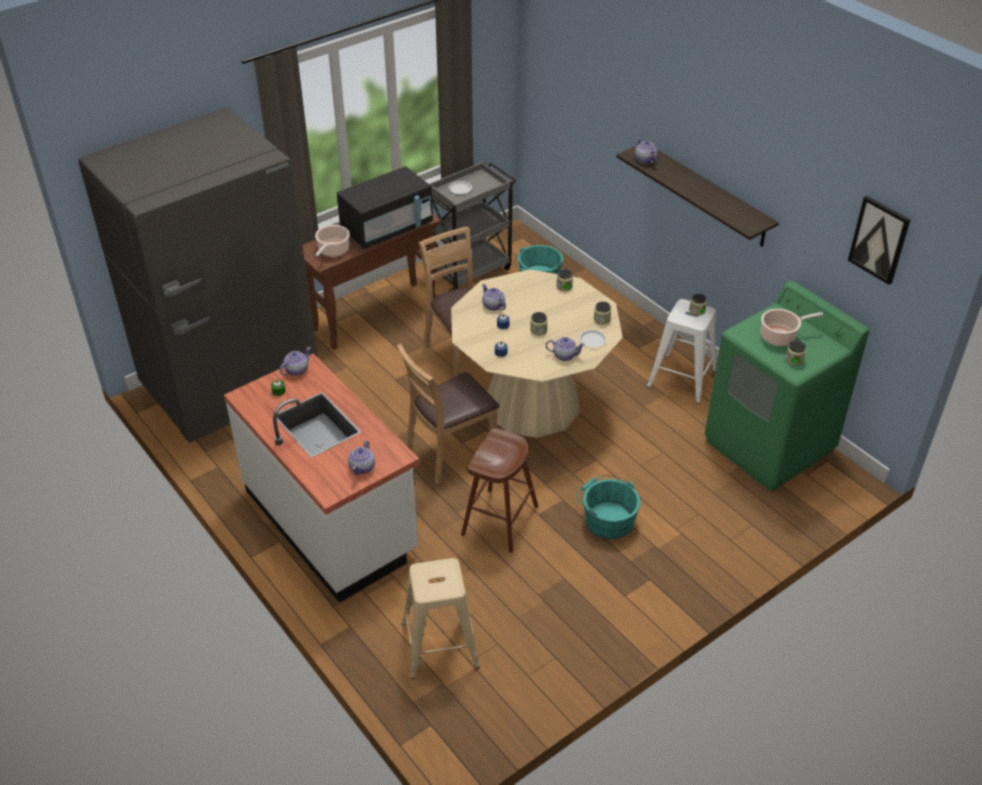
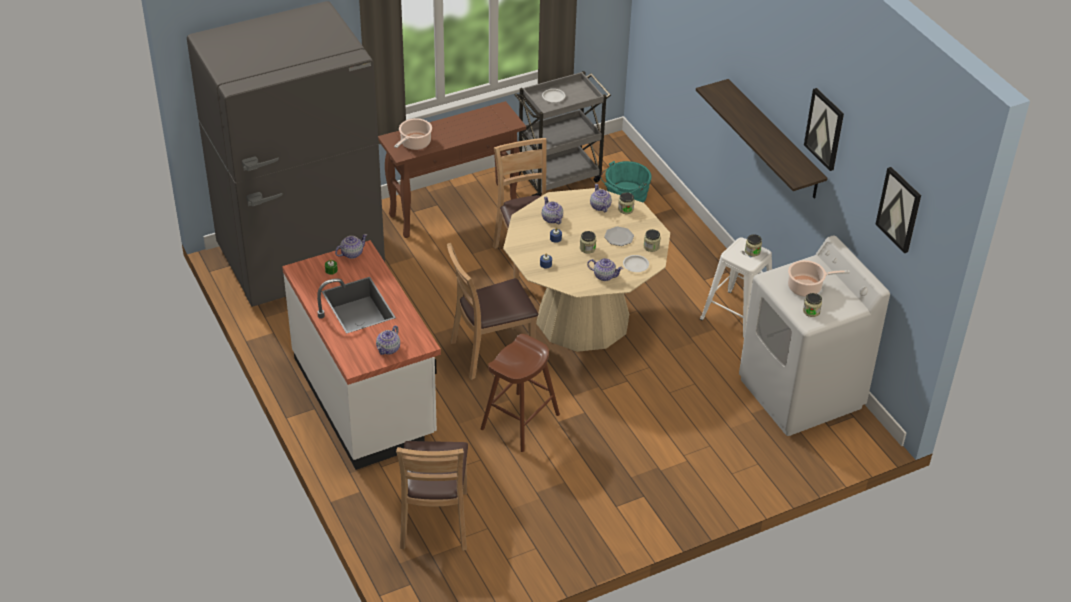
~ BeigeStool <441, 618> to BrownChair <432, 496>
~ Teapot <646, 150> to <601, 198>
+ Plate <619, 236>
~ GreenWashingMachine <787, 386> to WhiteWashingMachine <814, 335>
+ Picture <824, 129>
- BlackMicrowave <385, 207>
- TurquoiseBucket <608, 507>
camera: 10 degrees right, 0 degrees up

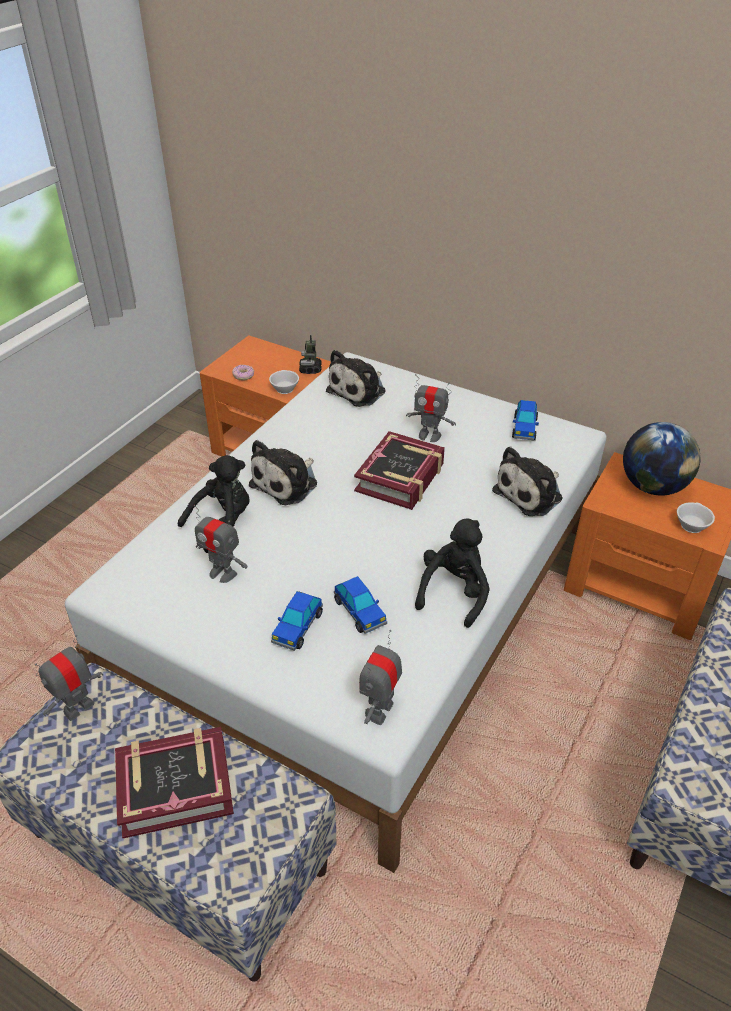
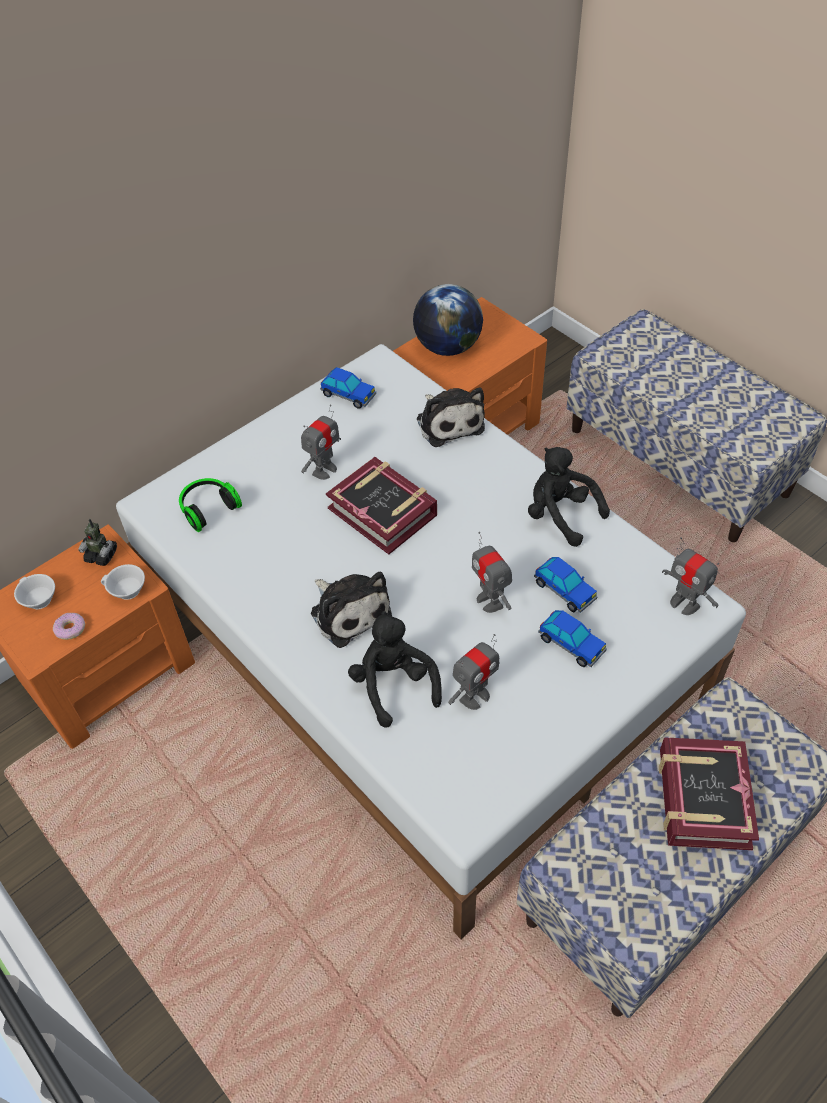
~ WhiteCup <696, 517> to <34, 591>
~ PlushToy <356, 378> to Headphones <210, 505>
~ ToyRobot <69, 678> to <492, 572>
~ ToyCar <360, 605> = <566, 585> 60 degrees clockwise
camera: 70 degrees left, 10 degrees up

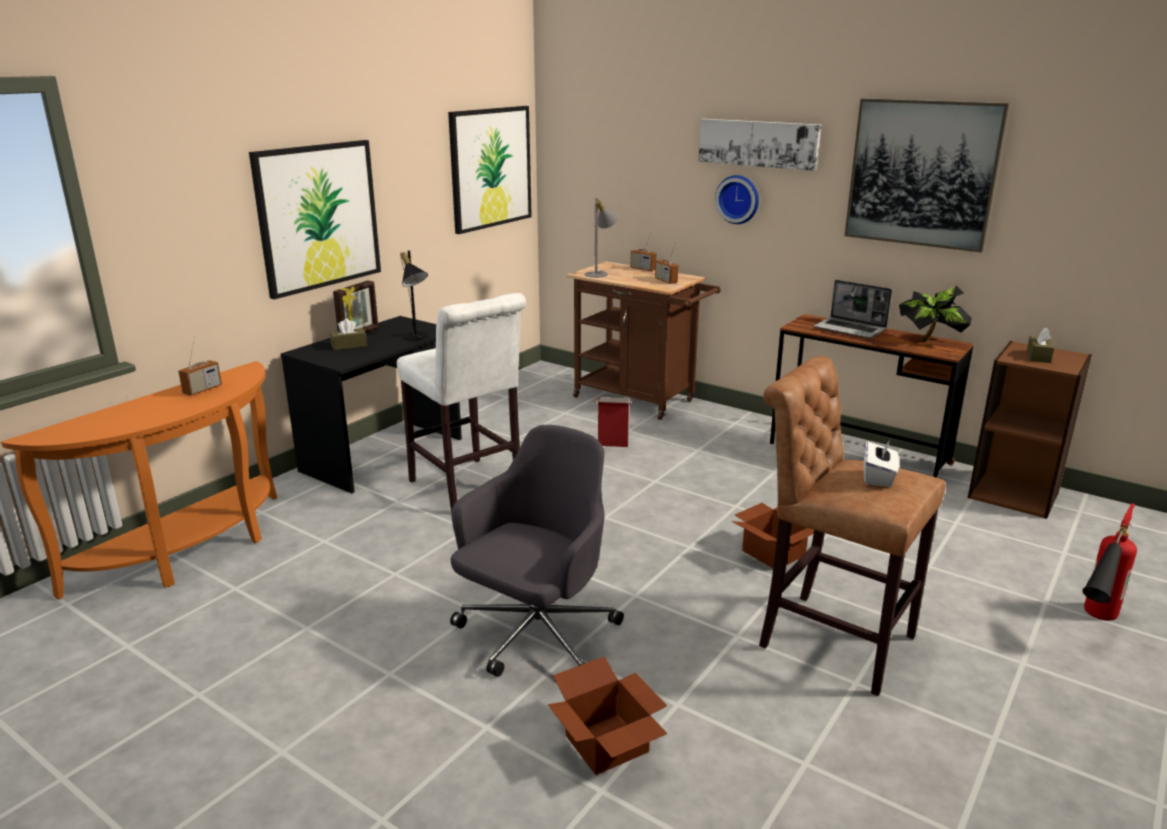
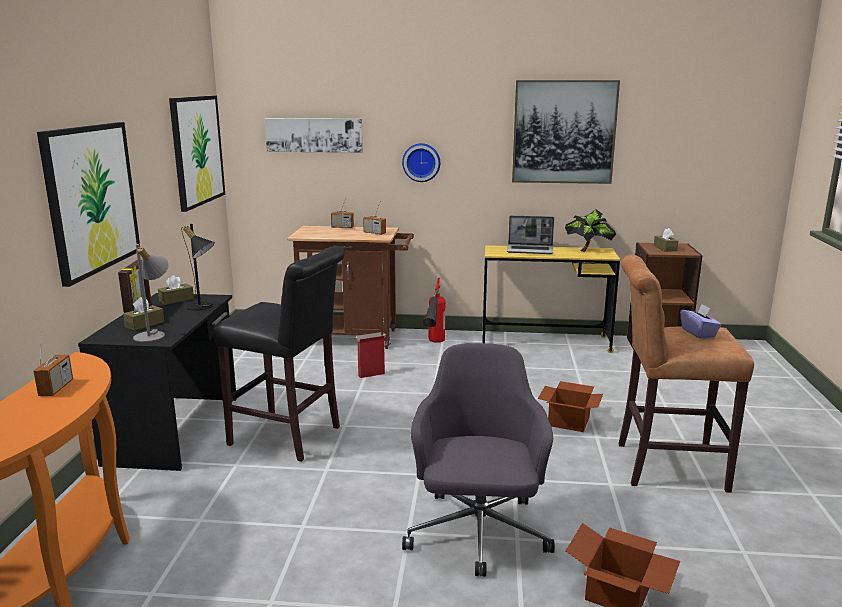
~ GreyTableLamp <602, 238> to <151, 293>
+ BrownTissueBox <176, 290>
~ WhiteStool <461, 403> to BlackStool <279, 354>
~ Picture <759, 145> to <314, 135>
~ FireExtinguisher <1109, 562> to <434, 310>
~ BrownDesk <872, 396> to YellowDesk <551, 299>
~ WhiteTissueBox <881, 464> to PurpleTissueBox <701, 321>
camera: 30 degrees left, 5 degrees down

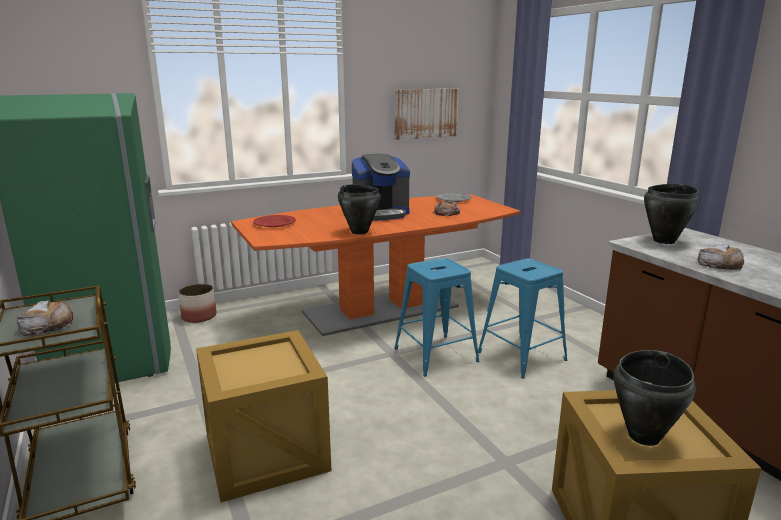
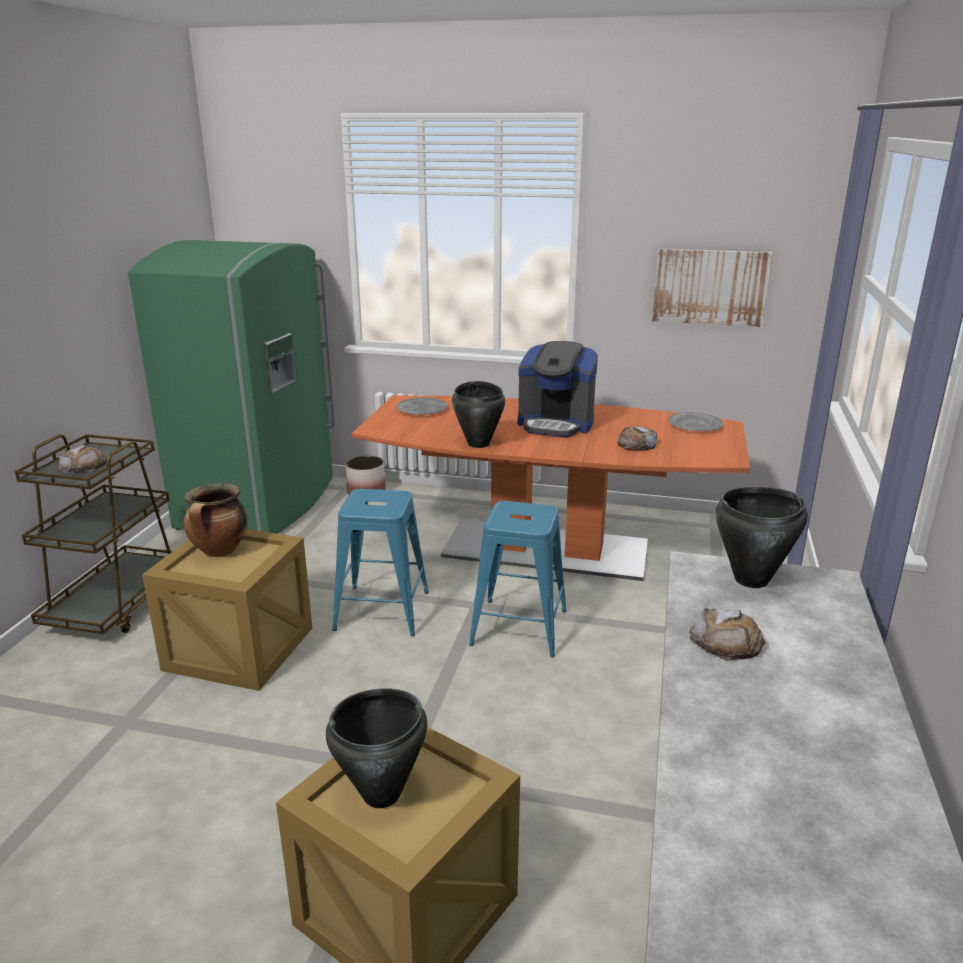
+ CookingPot <215, 520>
~ BlueStool <522, 319> to <380, 562>
~ RedPlate <274, 221> to GreyPlate <422, 406>
camera: 40 degrees right, 5 degrees up

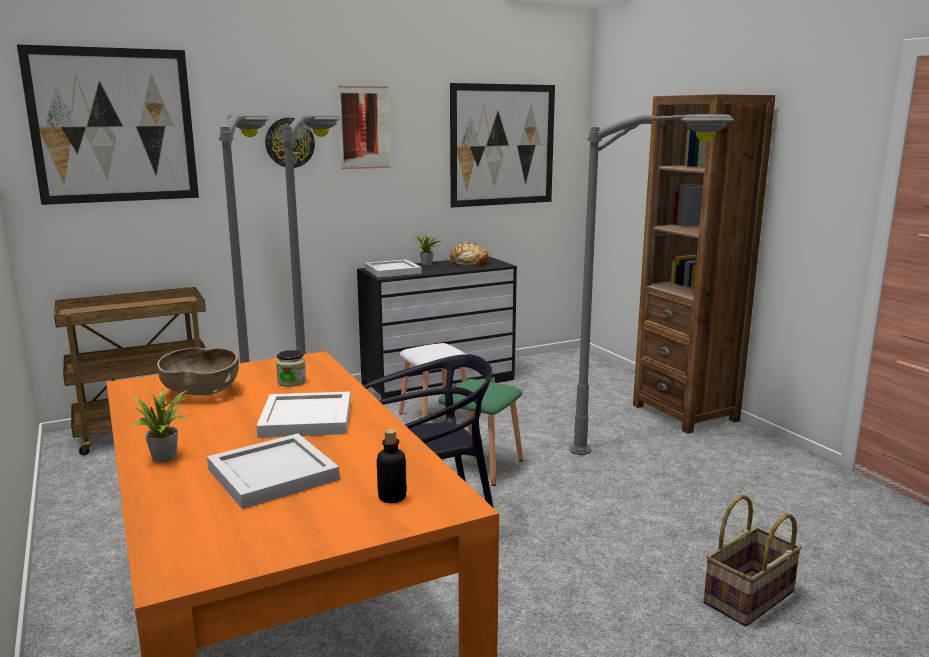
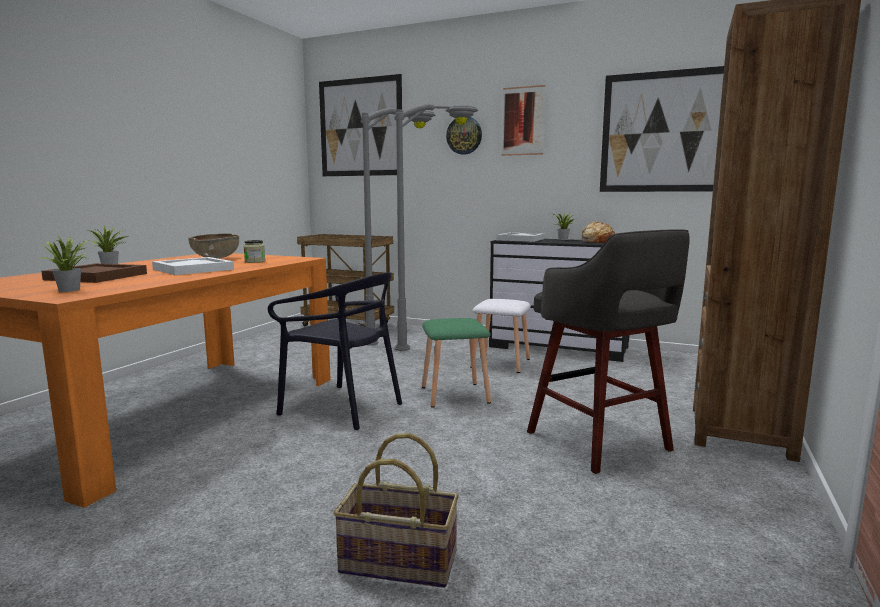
~ Bottle <392, 466> to PottedPlant <65, 264>
~ WhiteTray <273, 471> to BrownTray <94, 273>
~ GreyFloorLamp <651, 284> to GreyStool <608, 351>
camera: 50 degrees right, 5 degrees down

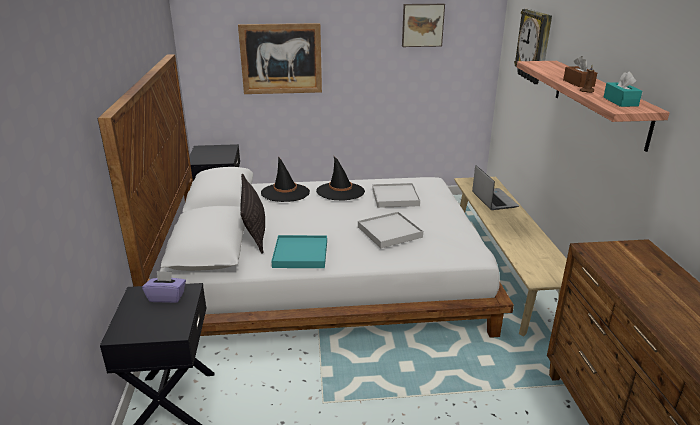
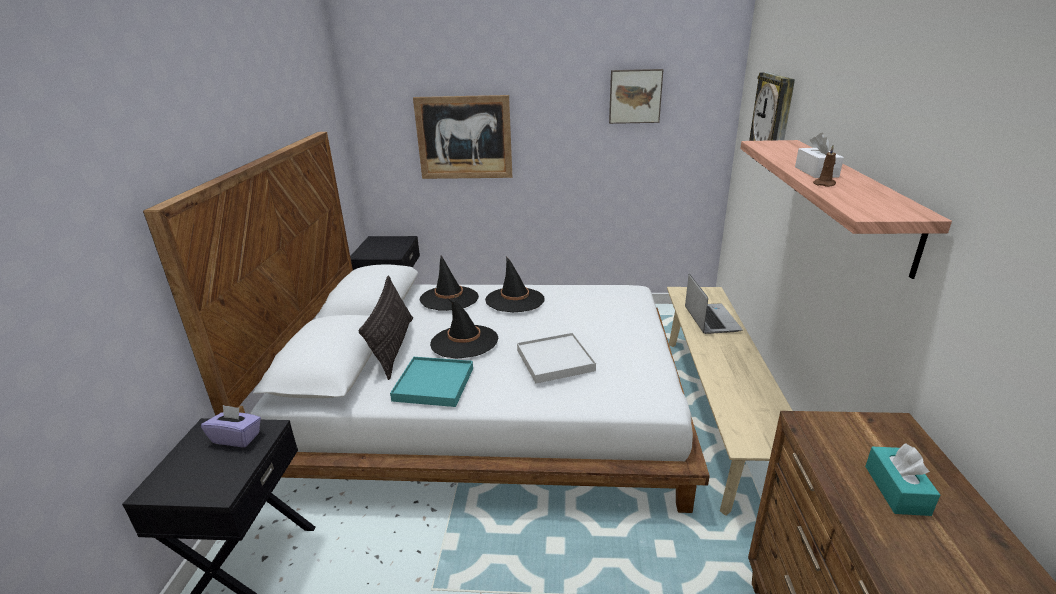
+ BlackHat <464, 328>
~ BrownTissueBox <580, 71> to WhiteTissueBox <819, 155>
~ TurquoiseTissueBox <623, 89> to <902, 479>
- WhiteTray <396, 195>
camera: 10 degrees right, 0 degrees up

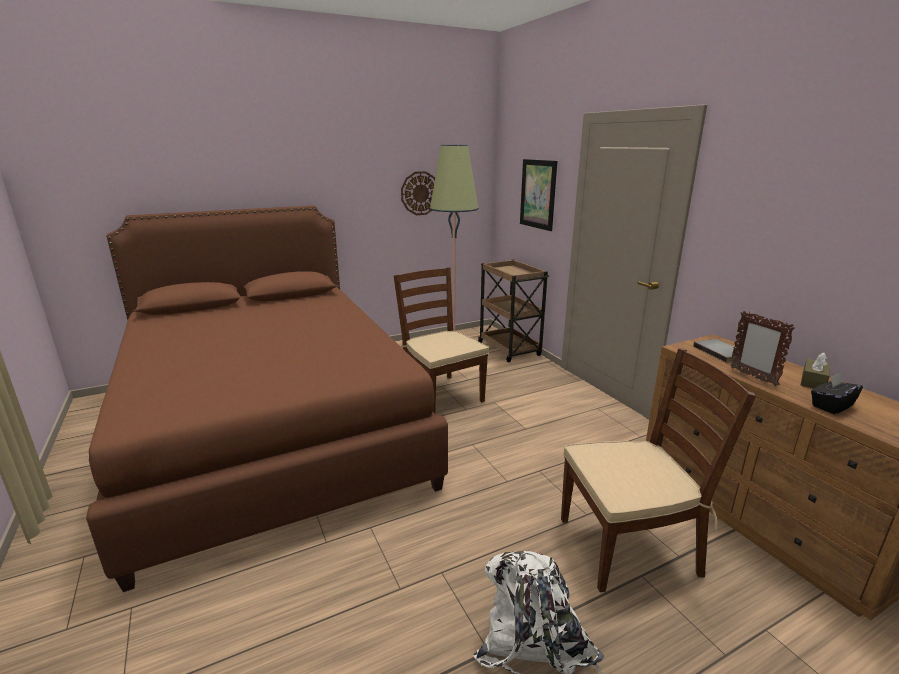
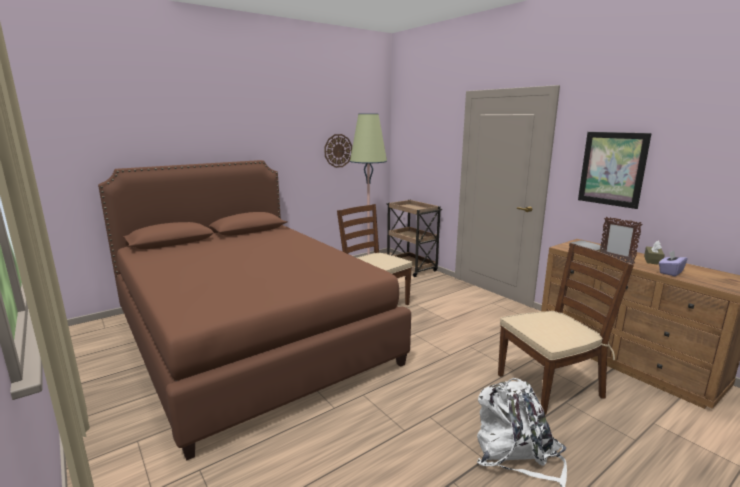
~ Picture <538, 195> to <615, 170>
~ BlackTissueBox <837, 393> to PurpleTissueBox <673, 263>
camera: 10 degrees left, 5 degrees down

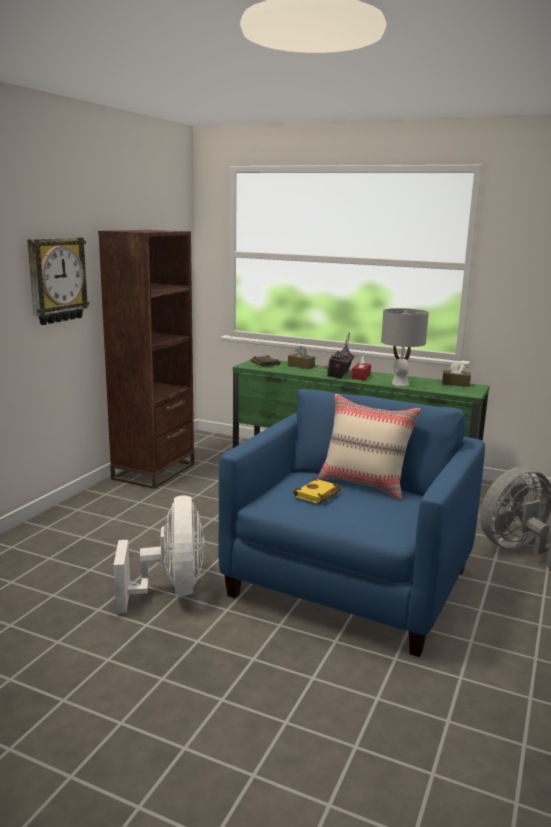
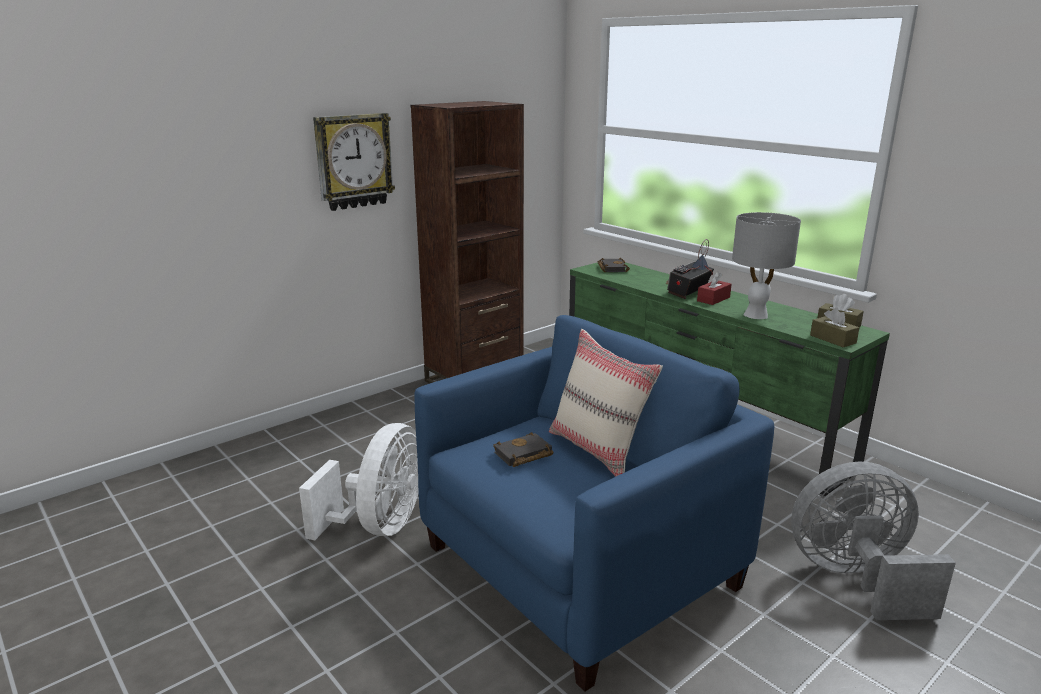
~ YellowBook <317, 491> to BlackBook <523, 449>
~ BrownTissueBox <301, 357> to <834, 327>
camera: 25 degrees right, 5 degrees up

